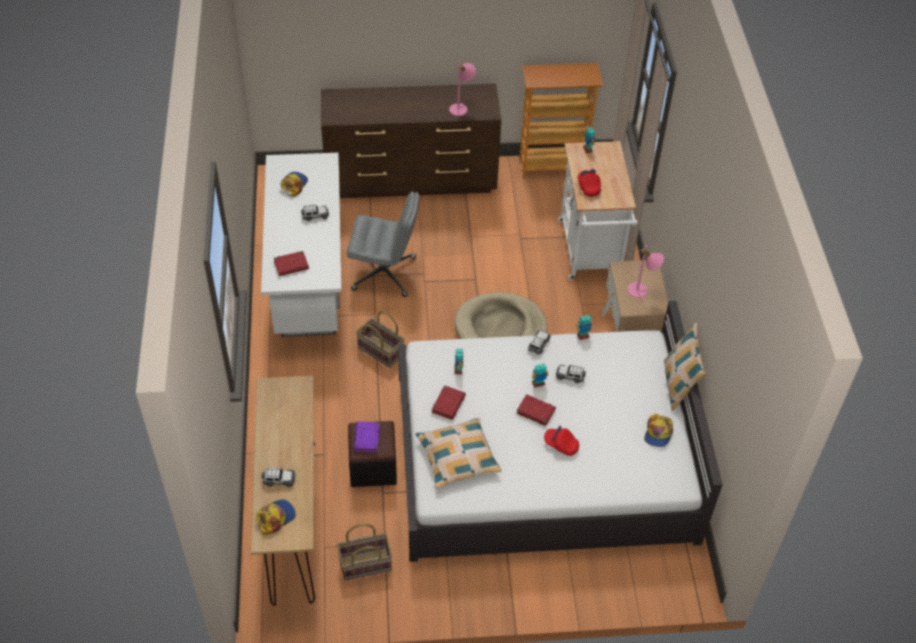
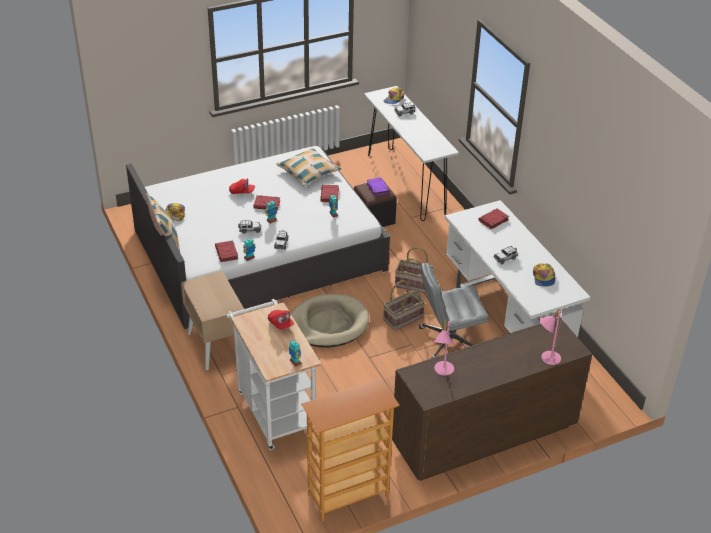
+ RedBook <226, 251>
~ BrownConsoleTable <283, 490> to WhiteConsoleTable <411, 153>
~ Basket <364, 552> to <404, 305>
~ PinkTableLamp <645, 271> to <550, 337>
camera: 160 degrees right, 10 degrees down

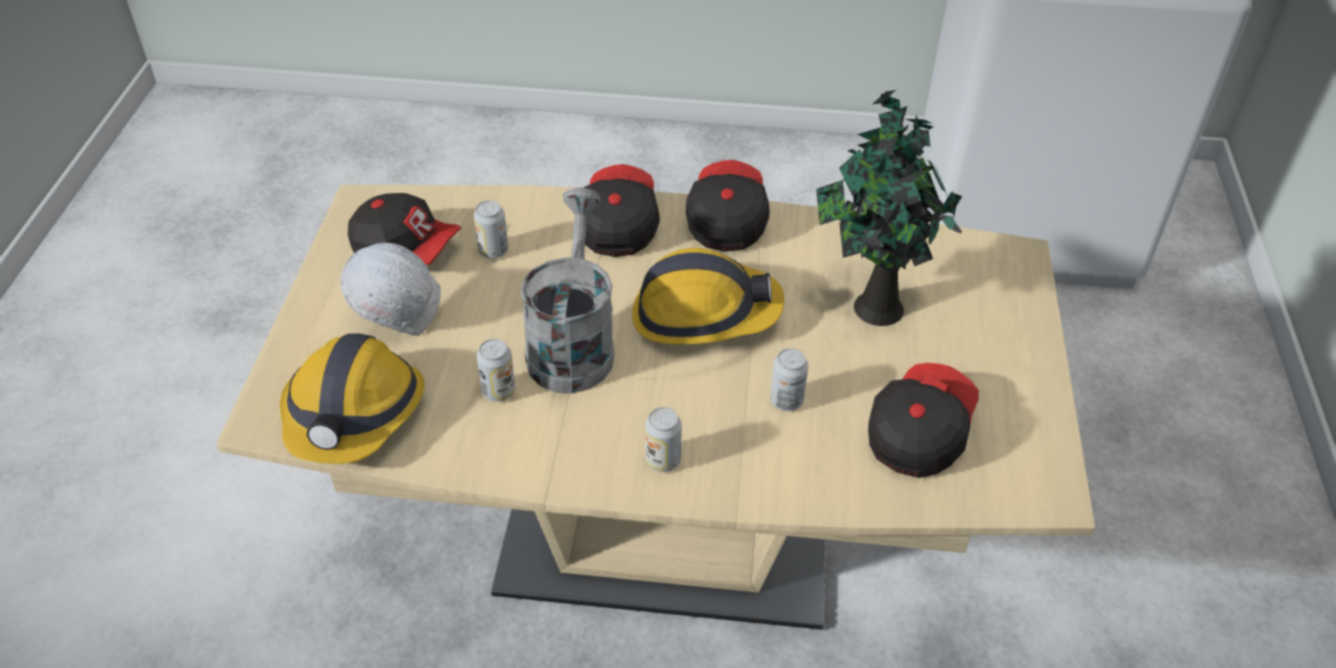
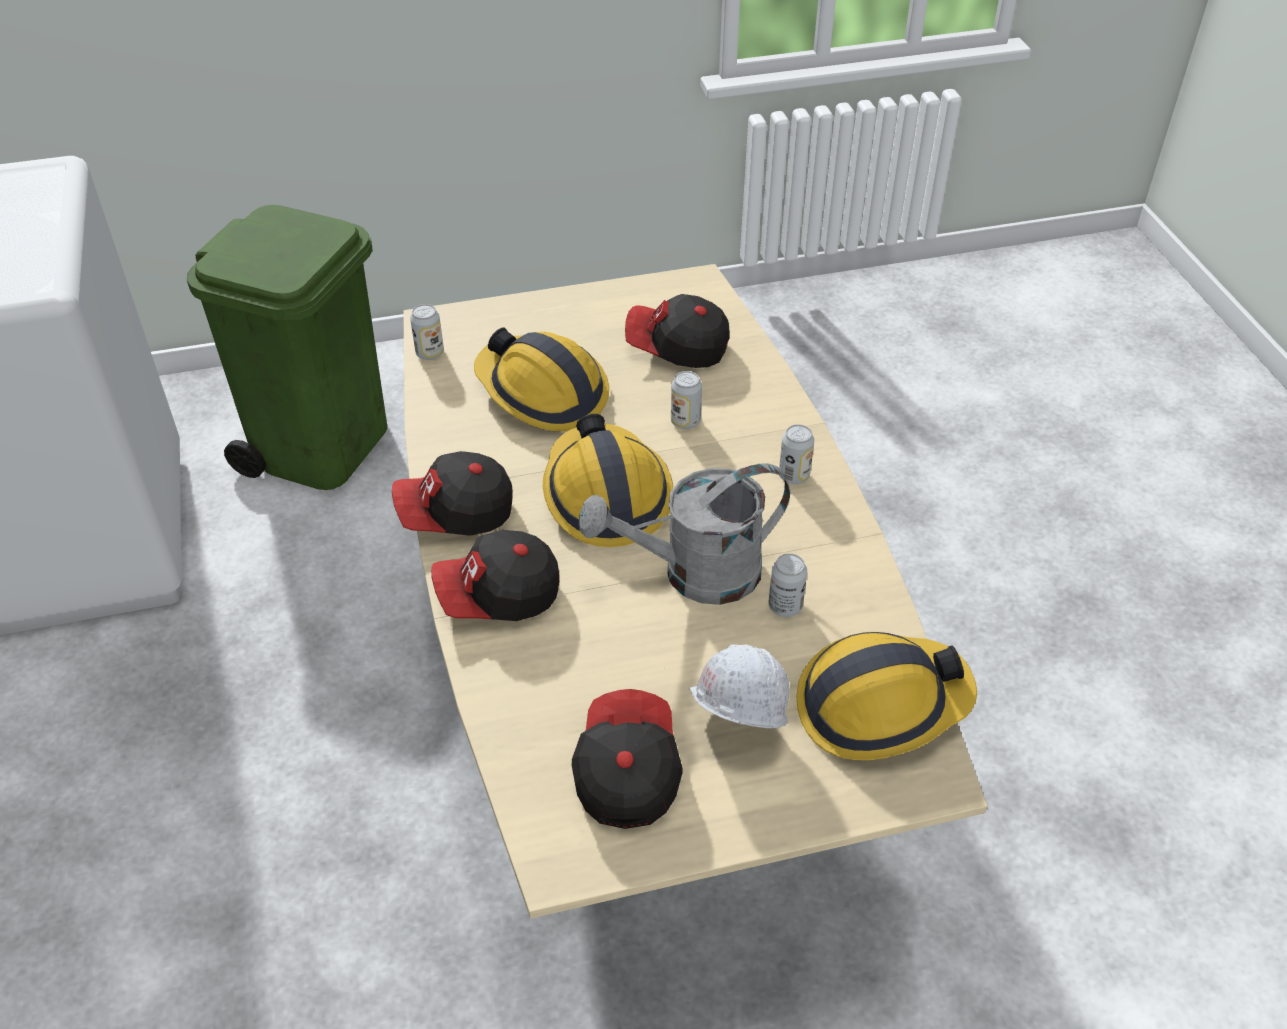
+ GreenTrashCan <287, 347>
~ Can <491, 229> to <427, 332>
~ PottedPlant <889, 208> to HardHat <541, 380>
camera: 110 degrees left, 0 degrees up

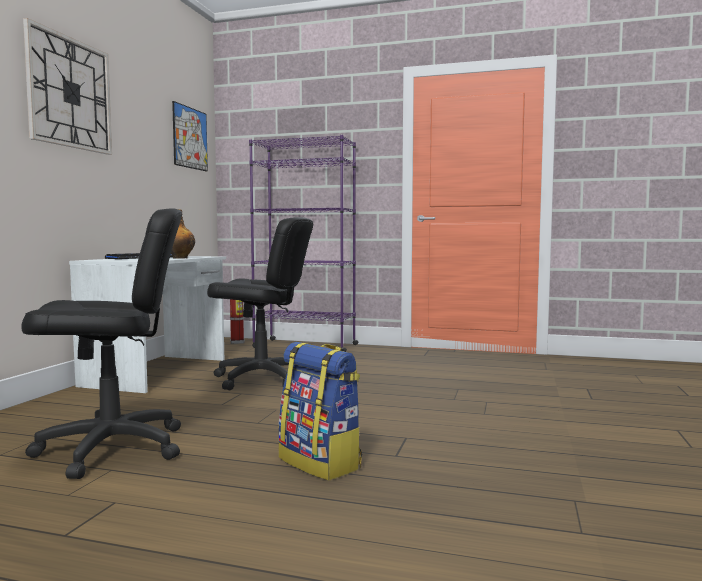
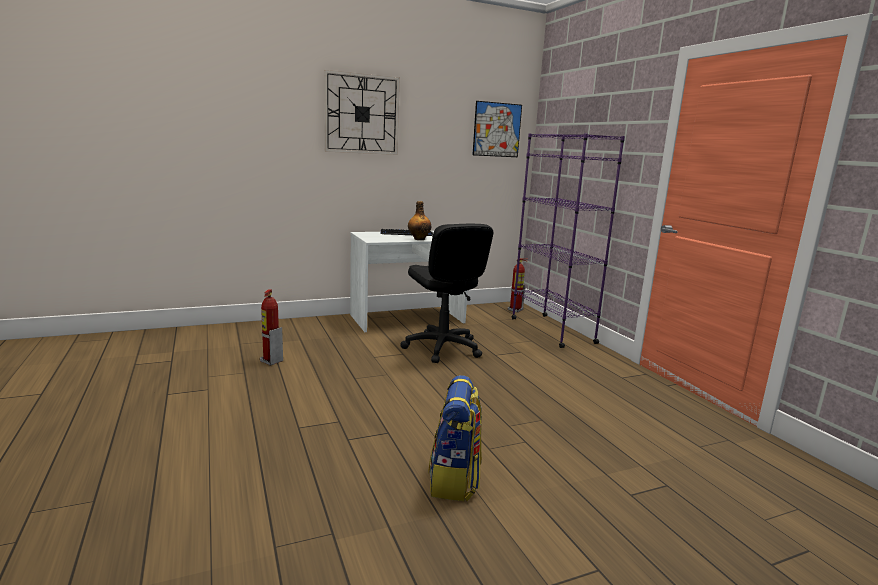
~ BlackOfficeChair <101, 343> to FireExtinguisher <271, 327>
~ Backpack <320, 411> to <455, 438>
camera: 50 degrees right, 10 degrees up

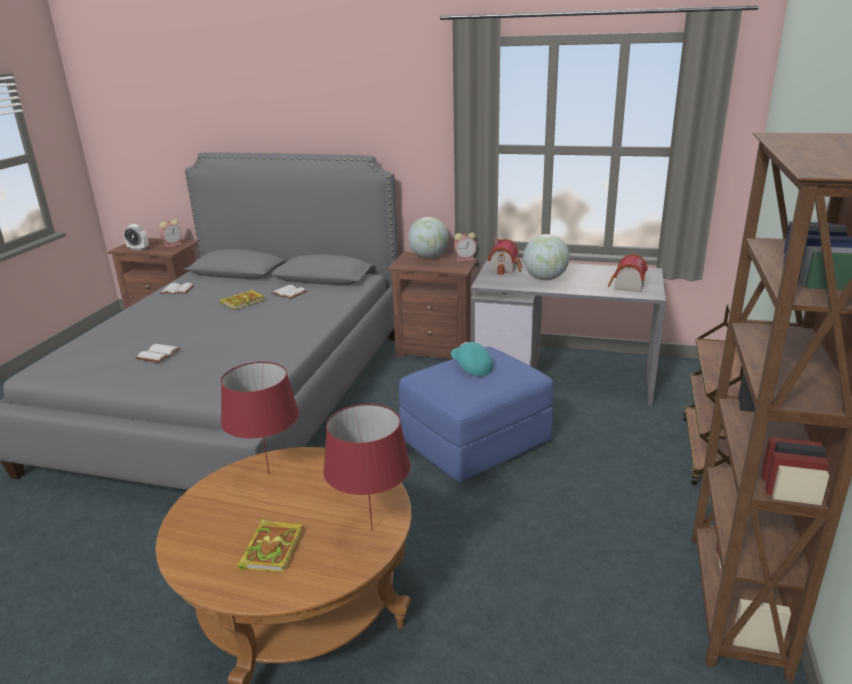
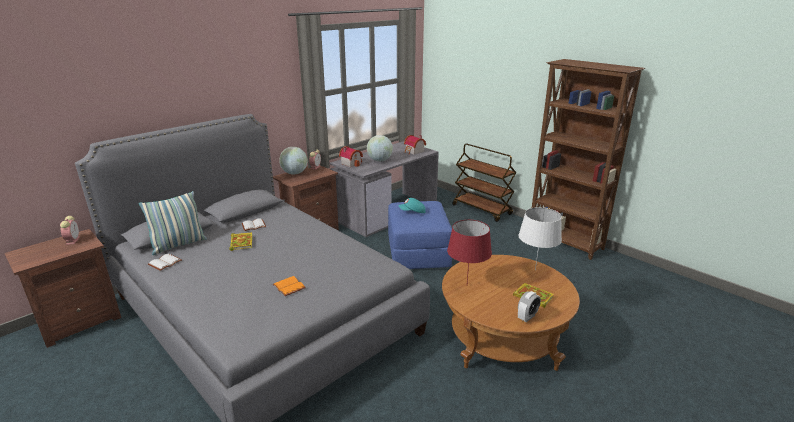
+ Pillow <173, 223>
~ WhiteBook <158, 353> to OrangeBook <289, 286>
~ RedTableLamp <367, 467> to WhiteTableLamp <540, 238>
~ AlarmClock <136, 237> to <529, 306>
camera: 60 degrees left, 0 degrees up

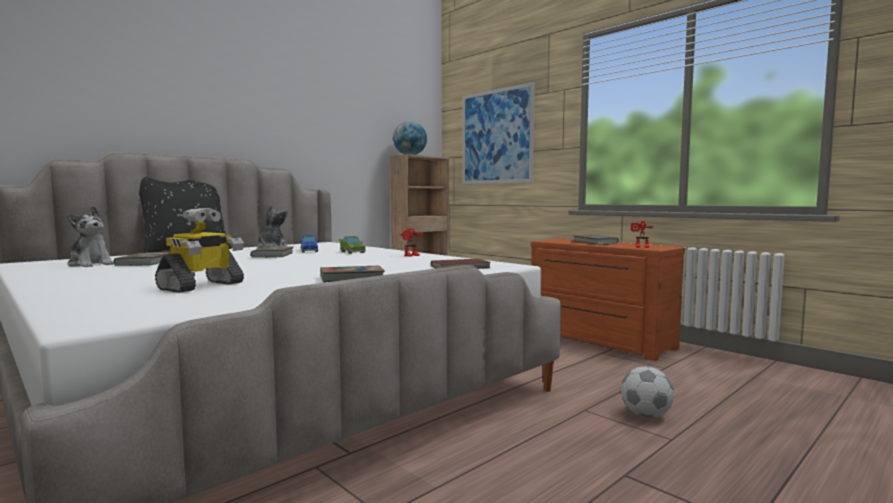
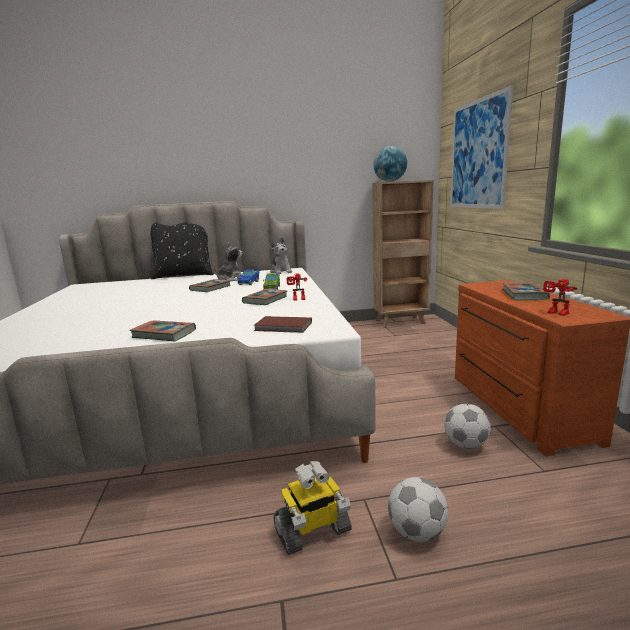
~ Book <142, 259> to <264, 297>
~ PlushToy <90, 236> to <280, 255>
~ ToyRobot <199, 250> to <312, 508>
+ Football <467, 426>
camera: 35 degrees right, 10 degrees up

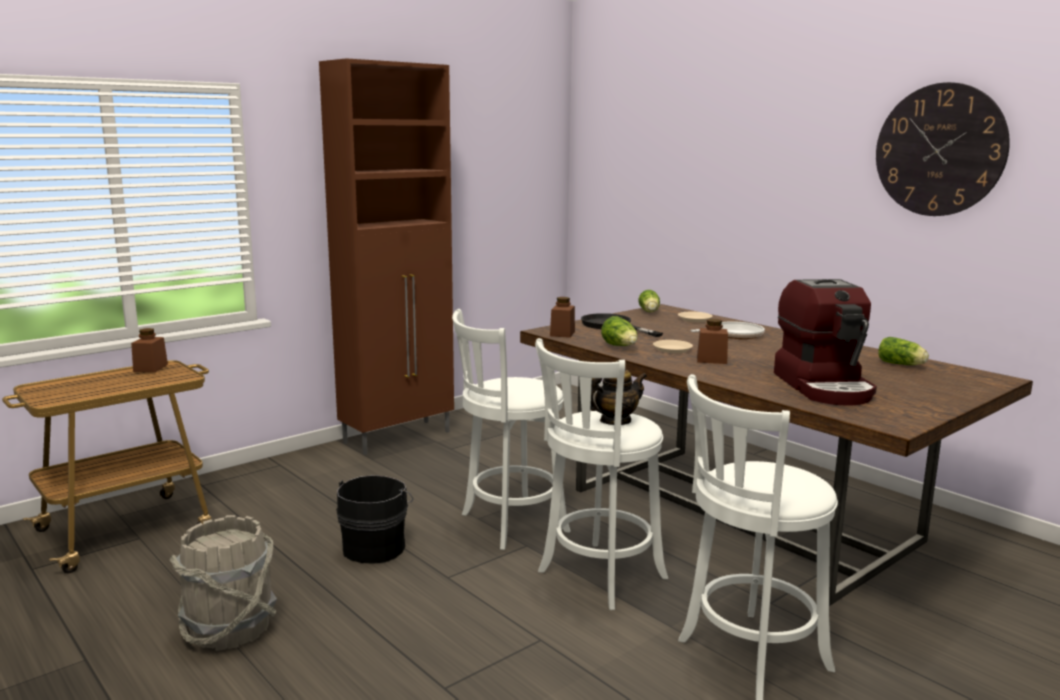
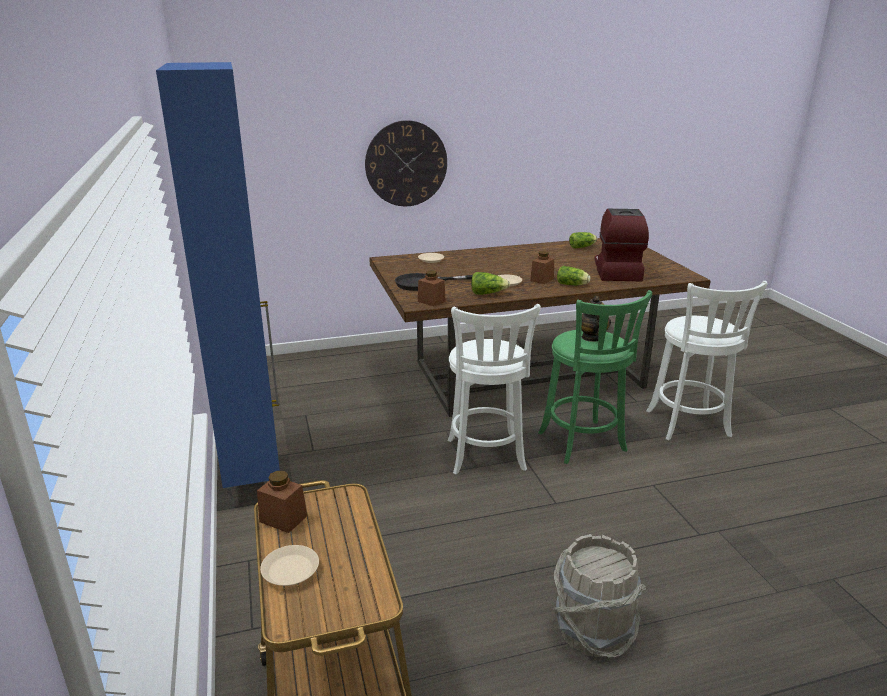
~ BrownCabinet <386, 256> to BlueCabinet <218, 285>
+ BeigePlate <289, 565>
~ WallClock <943, 149> to <406, 163>
~ WhiteStool <601, 474> to GreenStool <595, 377>
~ Lettuce <649, 301> to <573, 275>
~ CoffeeMachine <825, 342> = <621, 245> 105 degrees counterclockwise
- BlackBucket <374, 519>
- FryingPan <727, 330>
camera: 65 degrees left, 10 degrees up

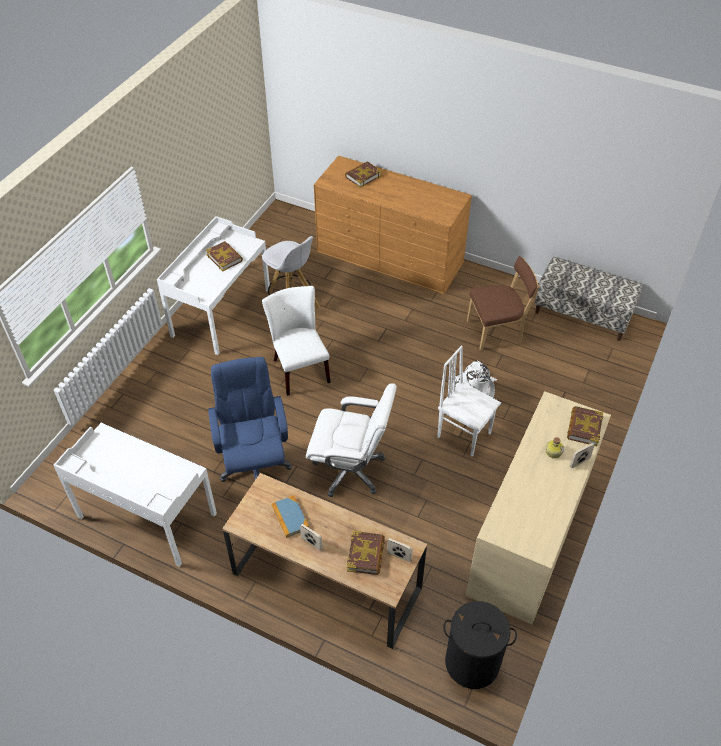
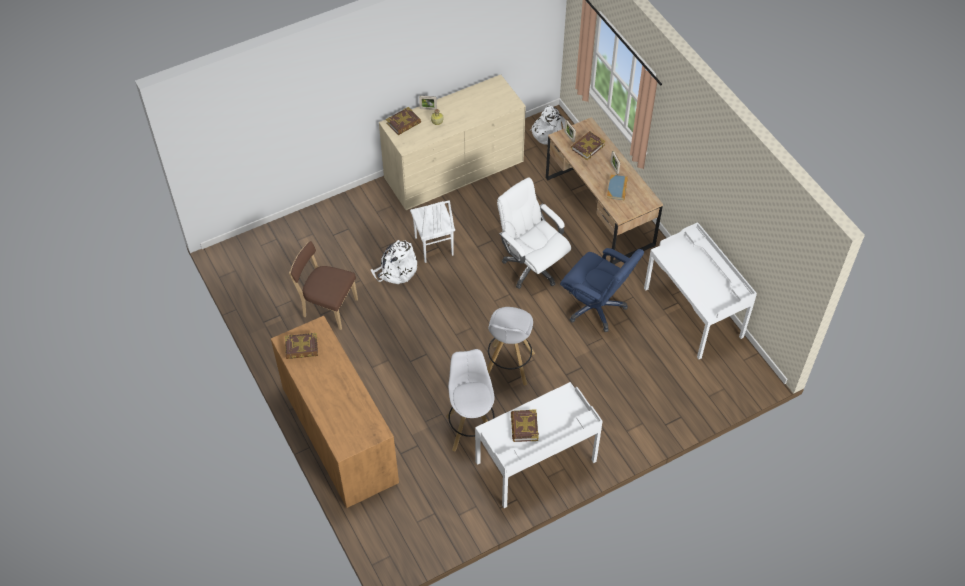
~ Book <363, 174> to <301, 346>
~ WhiteChair <296, 341> to WhiteStool <511, 346>
~ BlackLaundryBasket <480, 645> to WhiteBackpack <547, 125>
~ BlueOfficeChair <250, 419> = <602, 290> 75 degrees counterclockwise
- Bench <589, 299>
camera: 145 degrees left, 5 degrees up

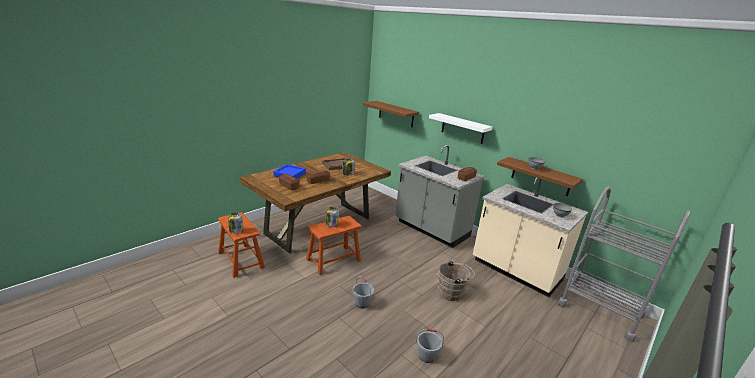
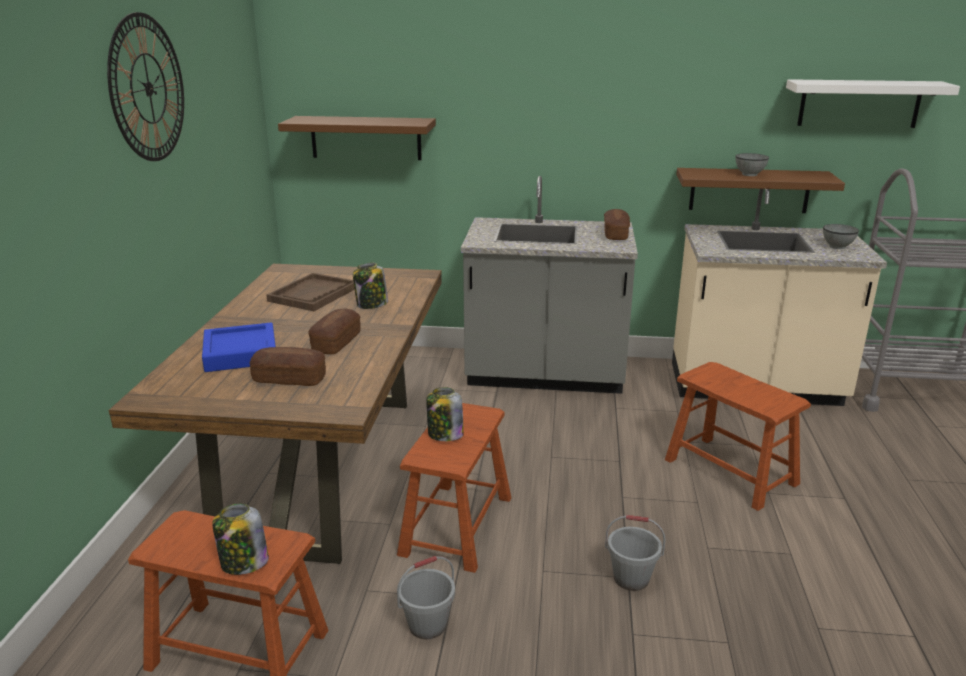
+ WallClock <145, 86>
~ GreyBucket <430, 346> to <426, 598>
~ BrownBucket <456, 281> to BrownStool <738, 436>
~ WhiteShelf <461, 128> to <873, 103>
camera: 35 degrees left, 0 degrees up

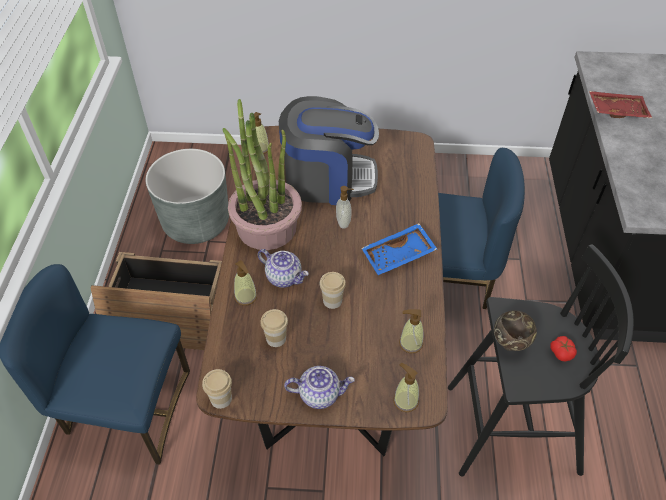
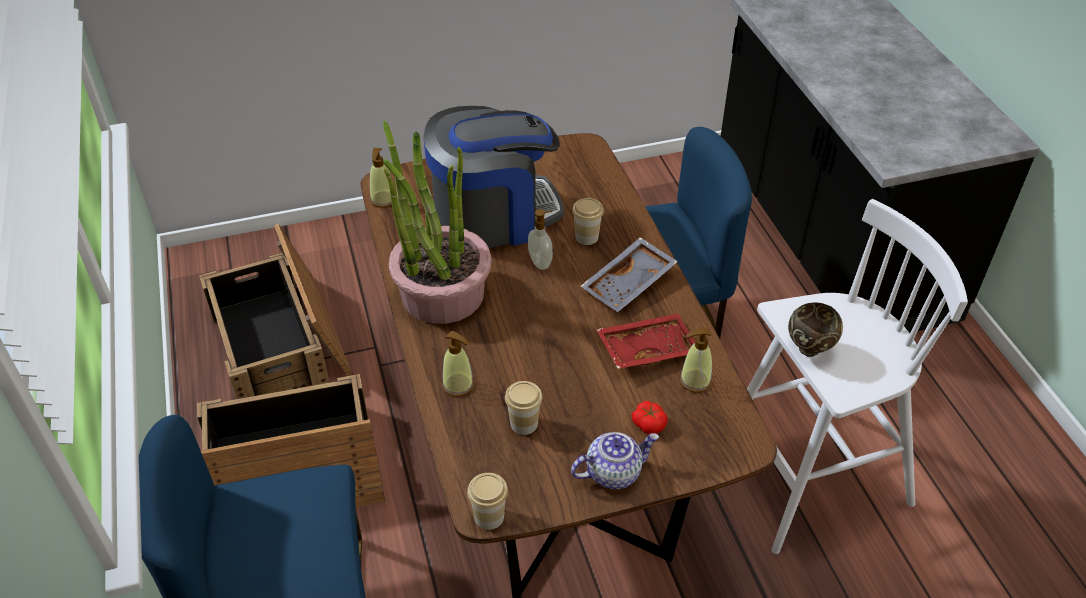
~ GreyPlanter <187, 196> to Crate <275, 311>
~ Cup <332, 290> to <588, 221>
~ BlueTray <399, 249> to GreyTray <629, 274>
~ RedTray <620, 104> to <645, 341>
~ Tomato <563, 348> to <649, 417>
~ BlackStool <541, 360> to WhiteStool <857, 376>
- Teapot <283, 268>
- SoapDispenser <406, 387>
camera: 20 degrees left, 5 degrees down

